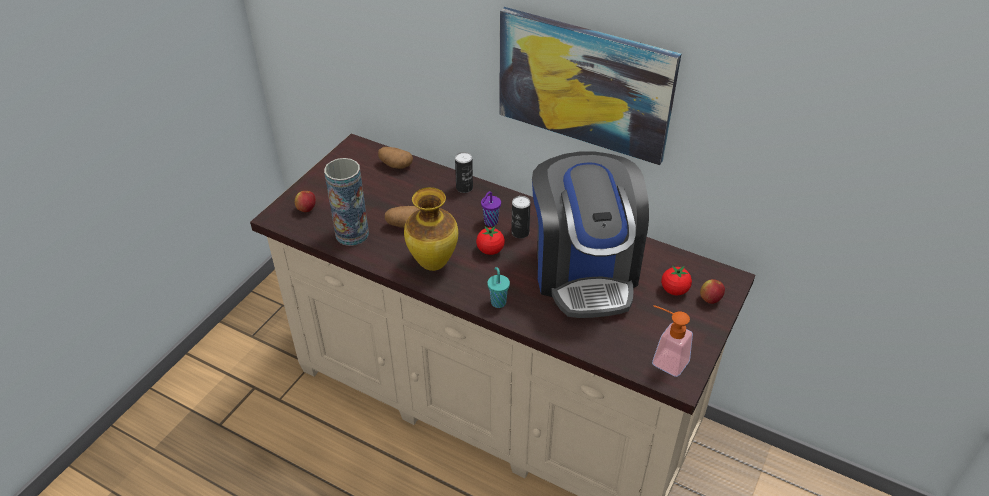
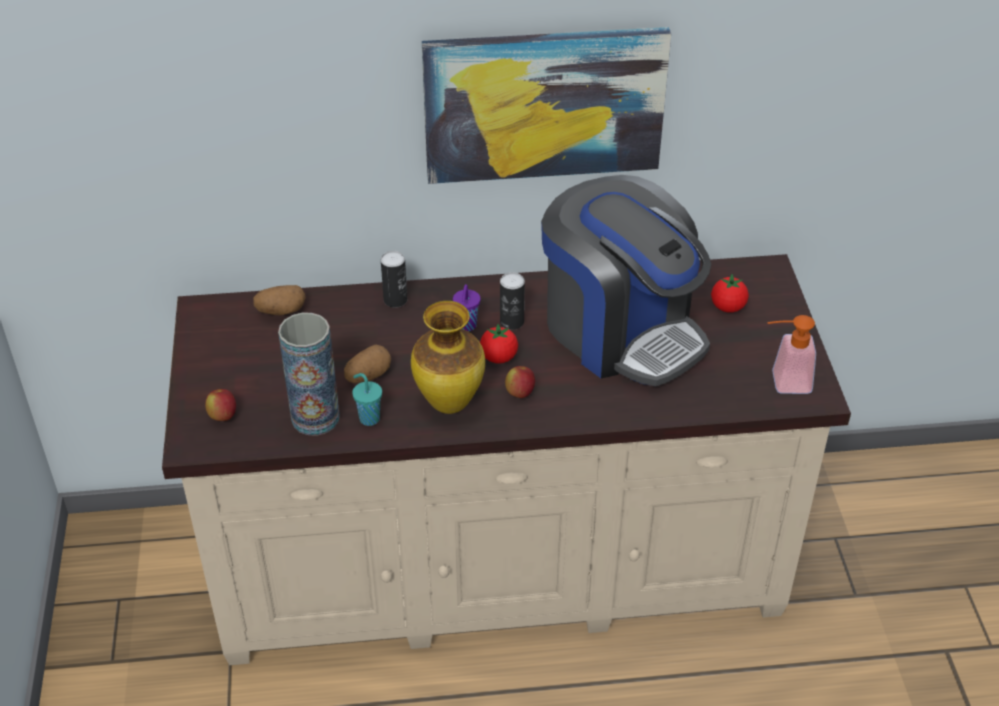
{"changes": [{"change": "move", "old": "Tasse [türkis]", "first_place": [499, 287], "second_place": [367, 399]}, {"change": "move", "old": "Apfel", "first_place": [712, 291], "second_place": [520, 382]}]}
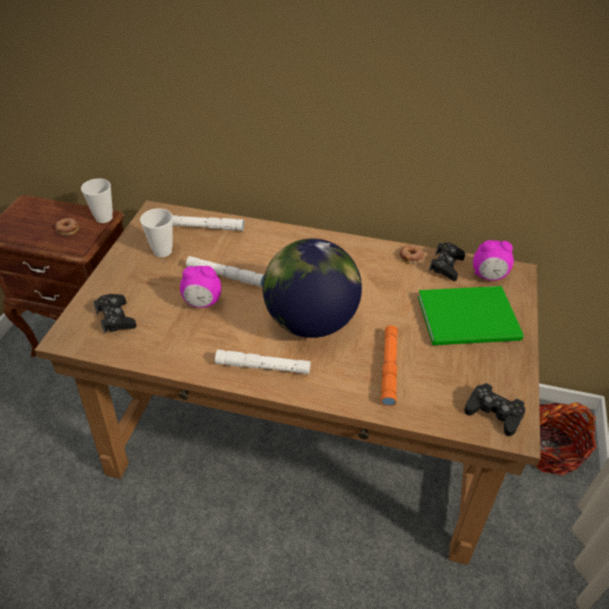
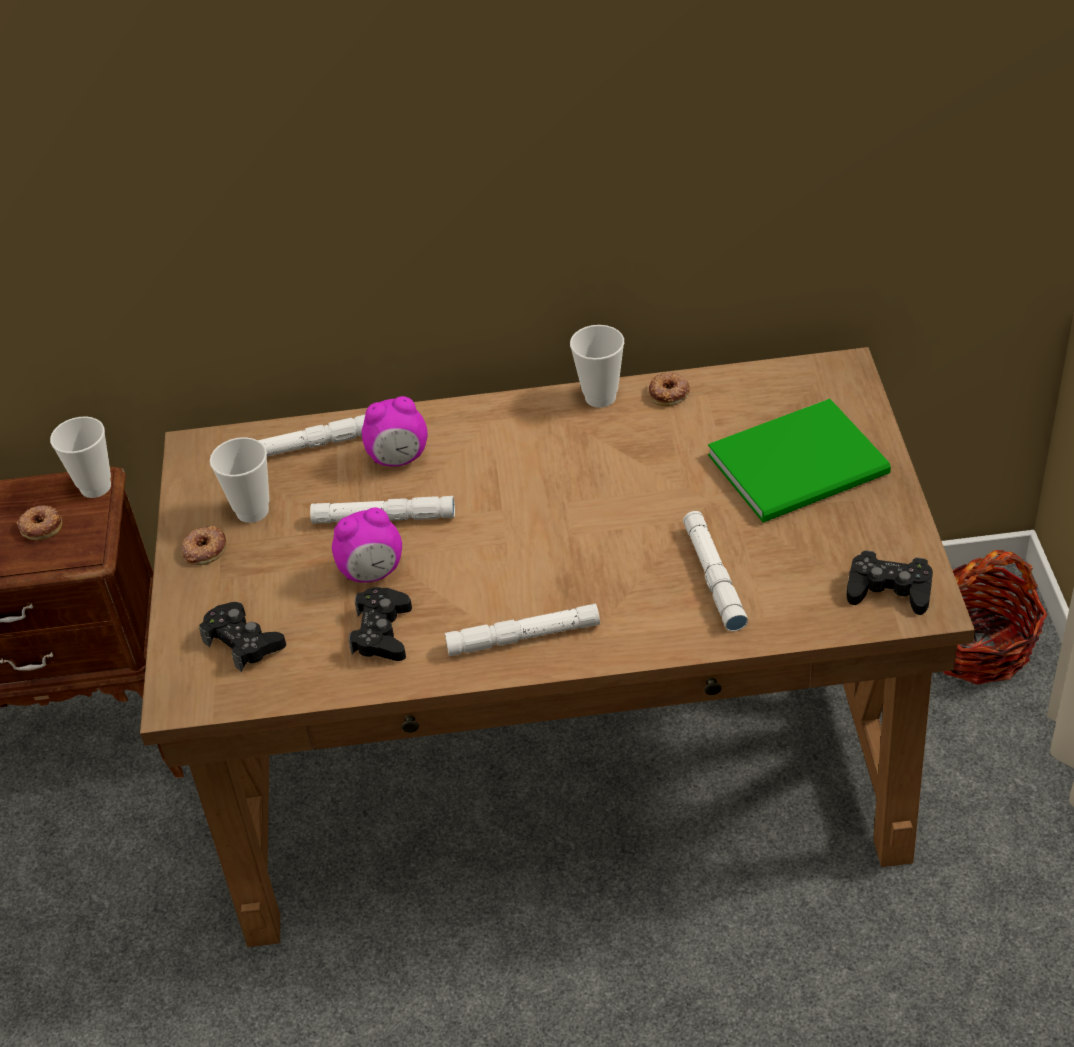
{"changes": [{"change": "insert", "new": "Donut", "second_place": [203, 545]}, {"change": "move", "old": "Gamepad [schwarz]", "first_place": [447, 262], "second_place": [380, 624]}, {"change": "move", "old": "Wecker", "first_place": [493, 260], "second_place": [395, 431]}, {"change": "insert", "new": "Tasse", "second_place": [597, 366]}, {"change": "recolor", "old": "Taschenlampe [orange]", "new": "Taschenlampe [weiß]", "first_place": [389, 365], "second_place": [715, 571]}, {"change": "delete", "old": "Globus", "first_place": [312, 288]}]}
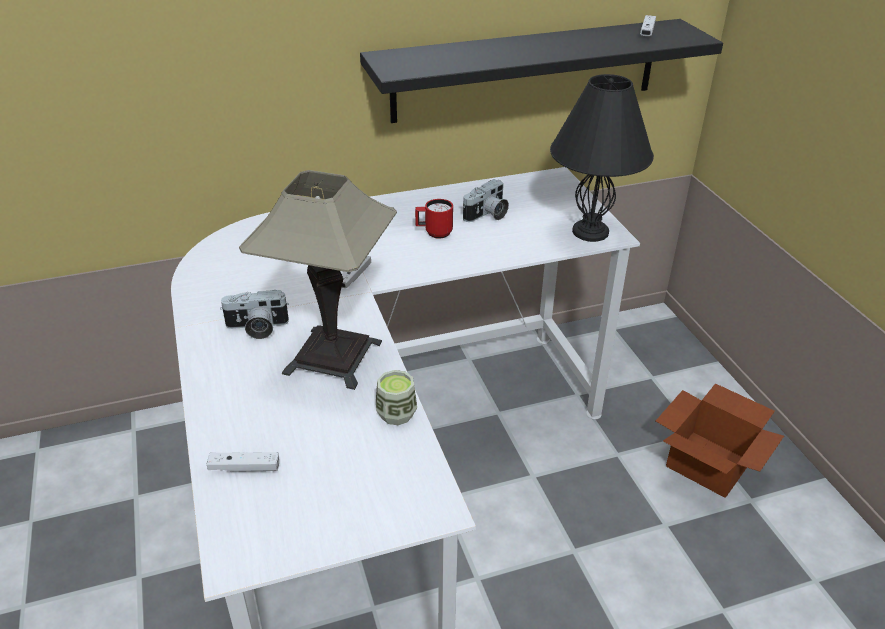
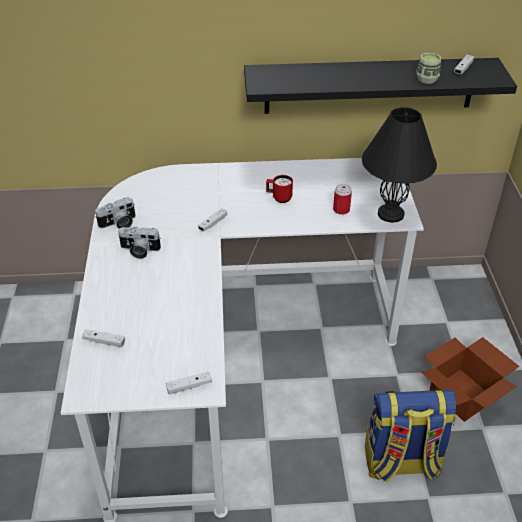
{"changes": [{"change": "move", "old": "Kamera", "first_place": [486, 200], "second_place": [115, 213]}, {"change": "insert", "new": "Gamepad [weiß]", "second_place": [189, 383]}, {"change": "insert", "new": "Dose", "second_place": [342, 199]}, {"change": "insert", "new": "Rucksack", "second_place": [410, 436]}, {"change": "move", "old": "Tasse", "first_place": [396, 397], "second_place": [429, 68]}, {"change": "delete", "old": "Tischlampe", "first_place": [318, 280]}]}
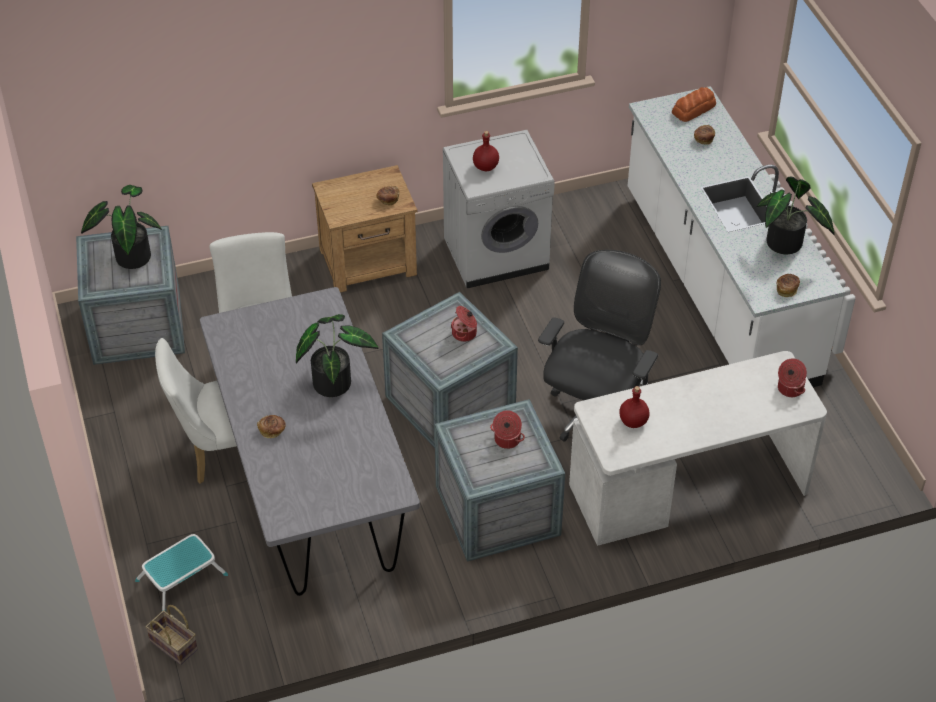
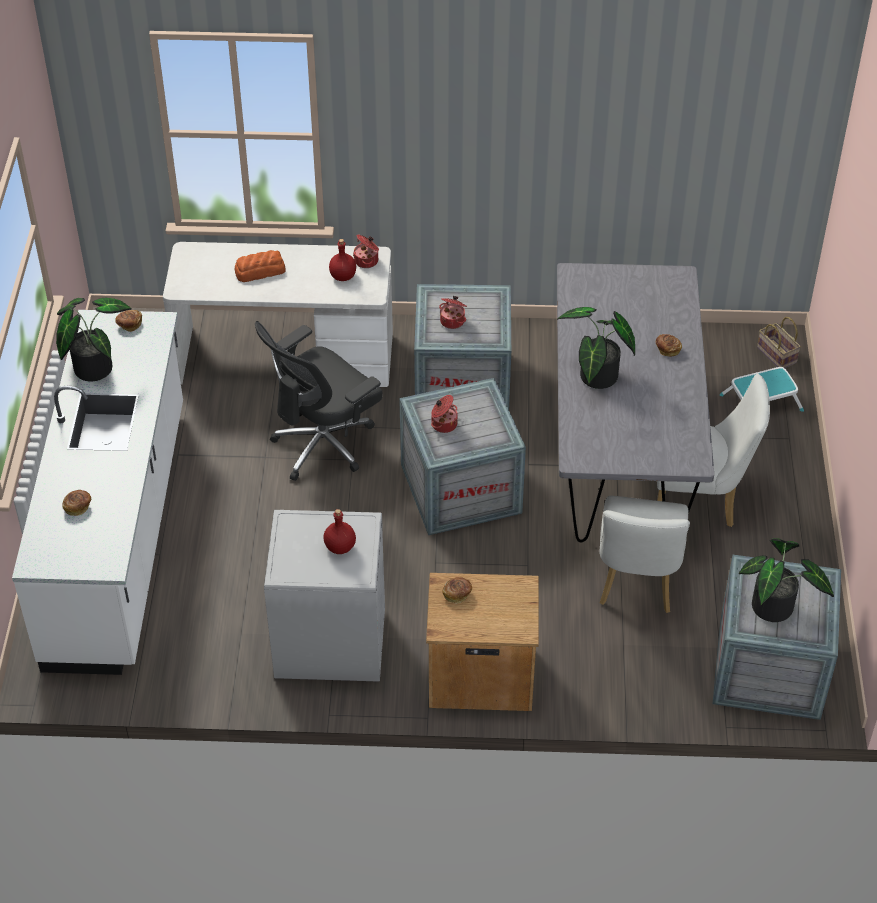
{"changes": [{"change": "move", "old": "Brot", "first_place": [694, 104], "second_place": [260, 266]}, {"change": "move", "old": "Kochtopf", "first_place": [792, 377], "second_place": [366, 251]}]}
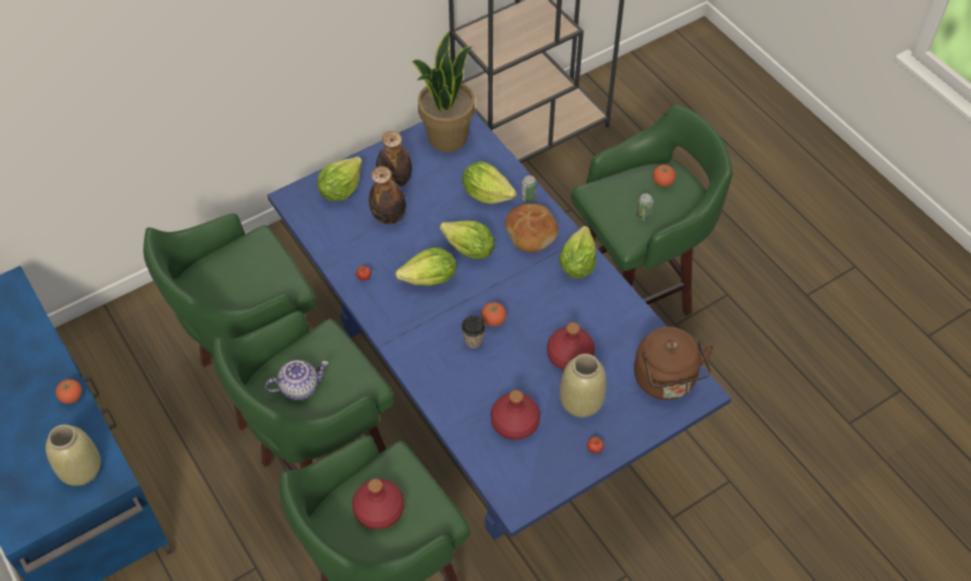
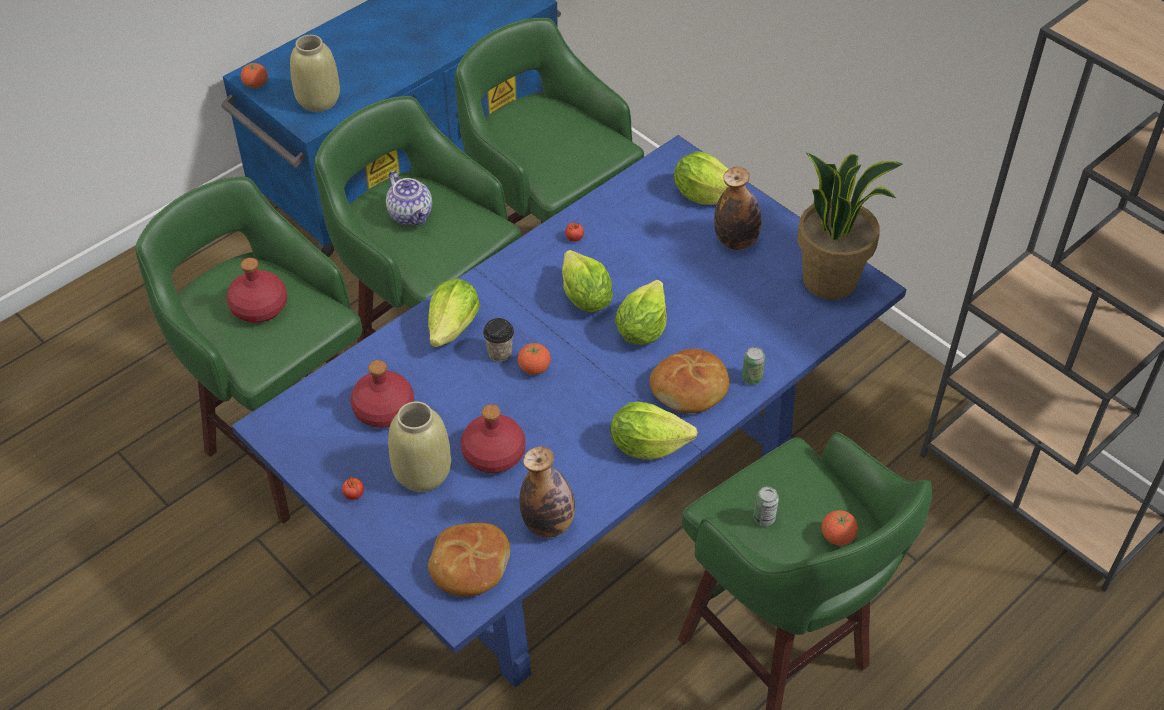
{"changes": [{"change": "move", "old": "Tomate", "first_place": [69, 391], "second_place": [254, 75]}, {"change": "move", "old": "Salatkopf", "first_place": [489, 182], "second_place": [454, 313]}, {"change": "replace", "old": "Wasserkessel [braun]", "new": "Brot", "first_place": [674, 363], "second_place": [469, 560]}, {"change": "move", "old": "Flasche", "first_place": [387, 195], "second_place": [547, 492]}]}
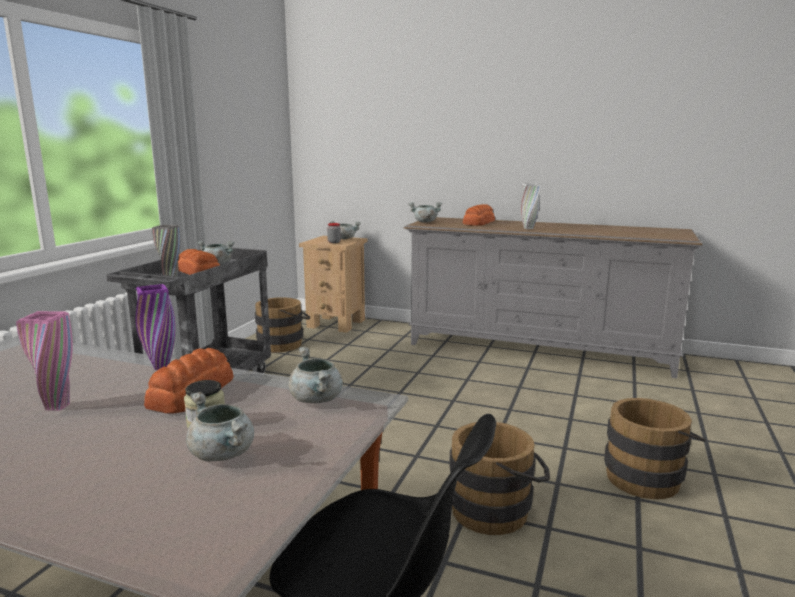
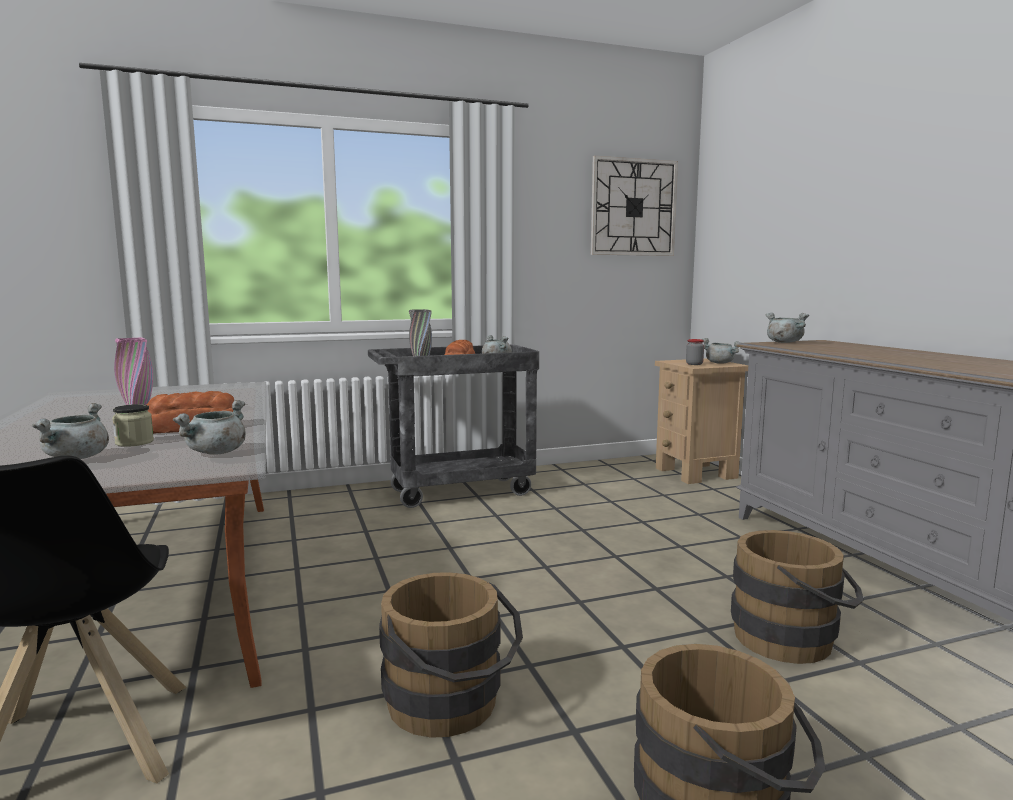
{"changes": [{"change": "insert", "new": "Wanduhr", "second_place": [634, 206]}, {"change": "move", "old": "Eimer [braun]", "first_place": [282, 324], "second_place": [797, 597]}, {"change": "delete", "old": "Vase [lila]", "first_place": [155, 327]}, {"change": "delete", "old": "Brot", "first_place": [479, 215]}, {"change": "delete", "old": "Vase [weiß]", "first_place": [530, 206]}]}
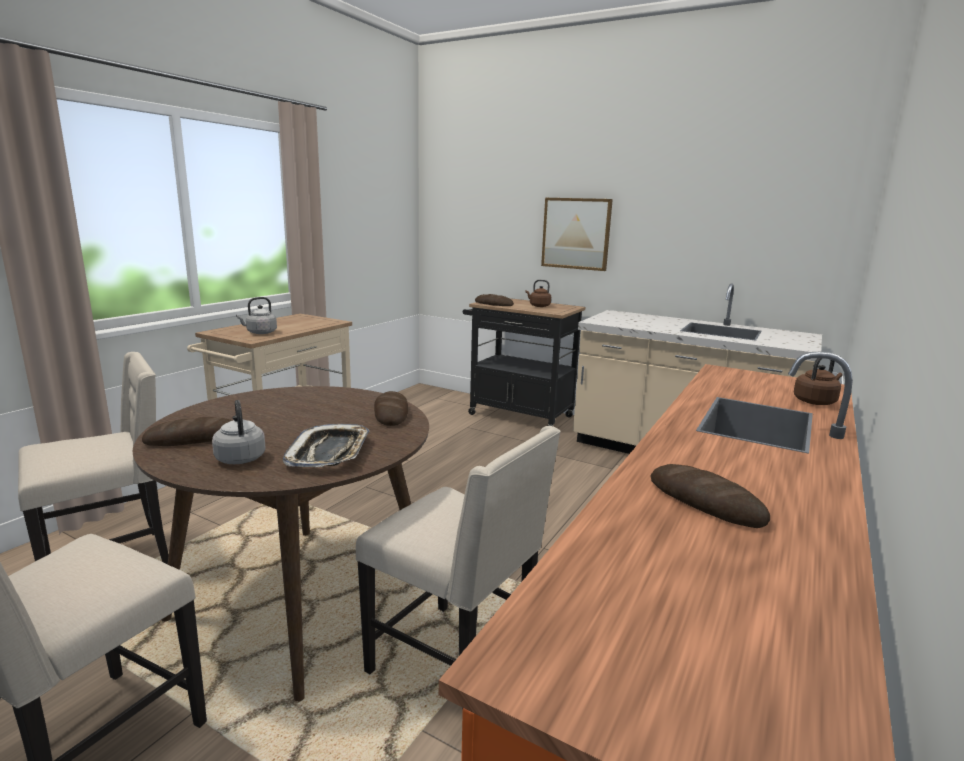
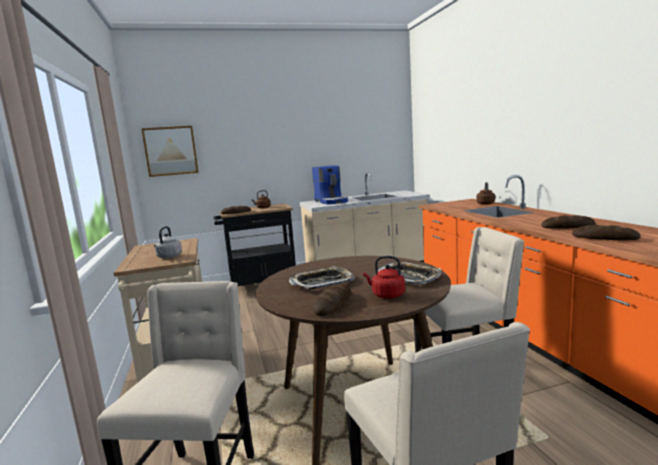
{"changes": [{"change": "move", "old": "Bild", "first_place": [577, 234], "second_place": [170, 151]}, {"change": "insert", "new": "Tablett", "second_place": [322, 277]}, {"change": "insert", "new": "Kaffeemaschine", "second_place": [330, 185]}, {"change": "recolor", "old": "Wasserkessel [grau]", "new": "Wasserkessel [rot]", "first_place": [238, 432], "second_place": [384, 277]}, {"change": "move", "old": "Brot", "first_place": [391, 408], "second_place": [606, 233]}]}
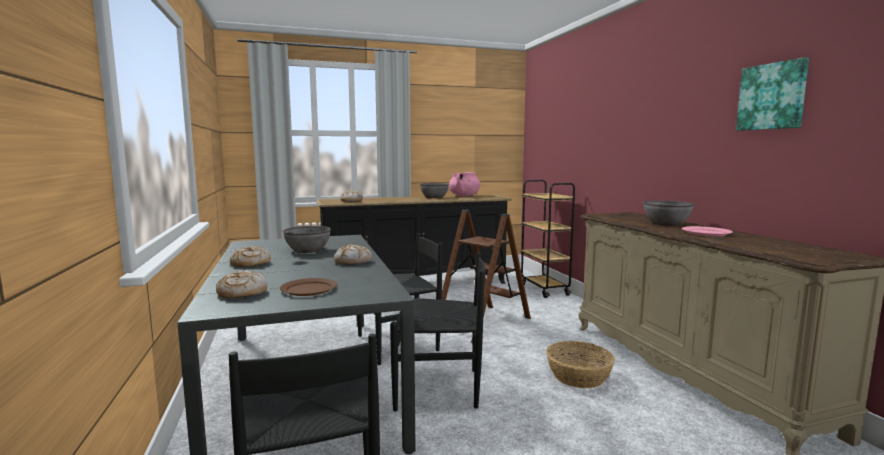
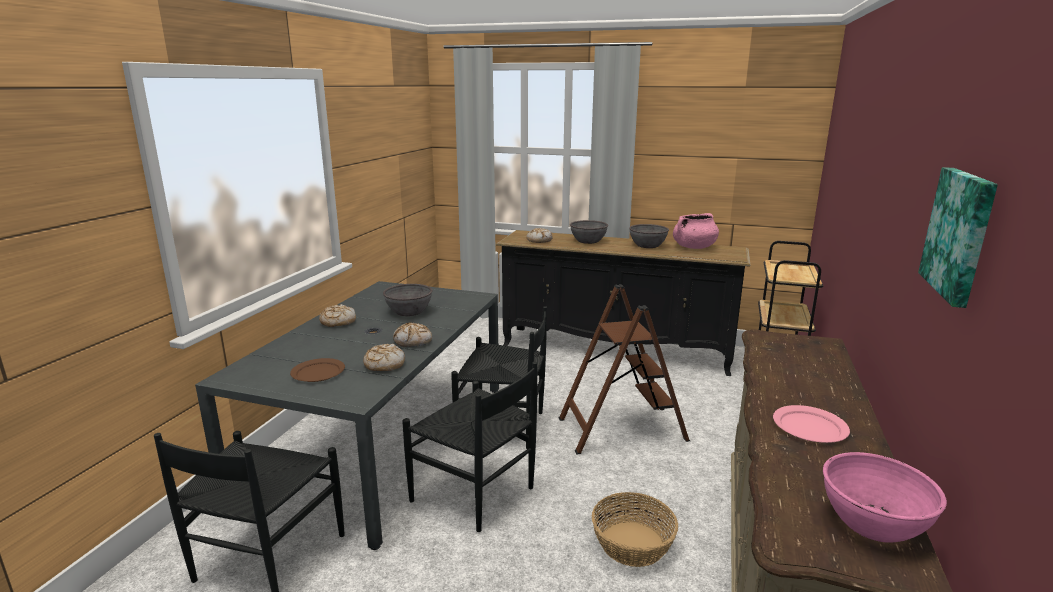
{"changes": [{"change": "move", "old": "Brot", "first_place": [241, 284], "second_place": [384, 357]}, {"change": "move", "old": "Schüssel [grau]", "first_place": [669, 213], "second_place": [589, 232]}, {"change": "insert", "new": "Schüssel [rosa]", "second_place": [885, 497]}]}
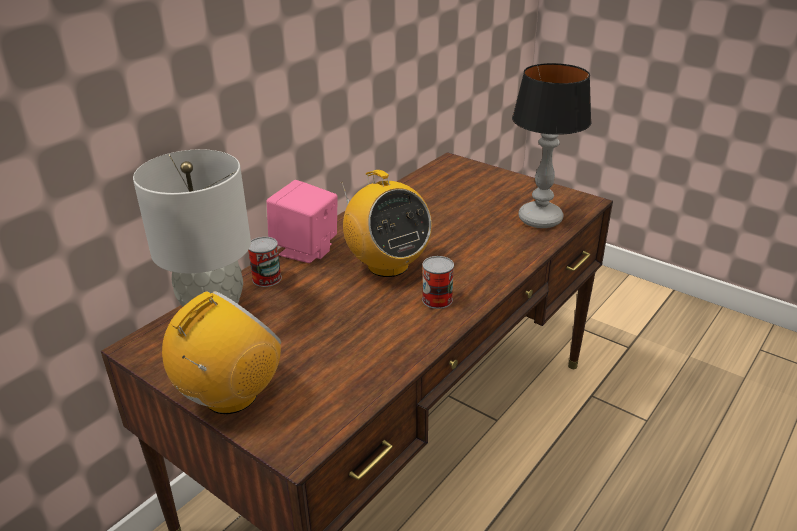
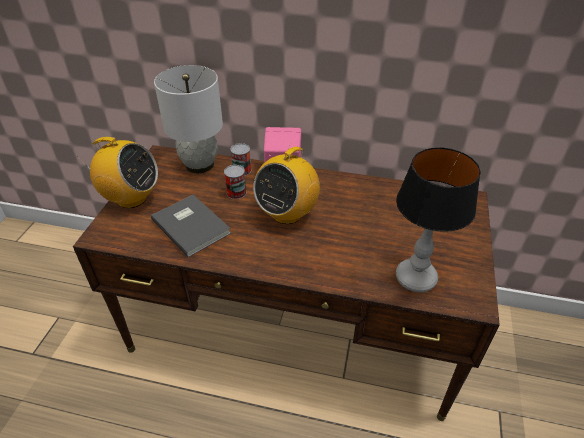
{"changes": [{"change": "insert", "new": "Buch [grau]", "second_place": [191, 226]}, {"change": "move", "old": "Dose", "first_place": [438, 282], "second_place": [235, 182]}]}
